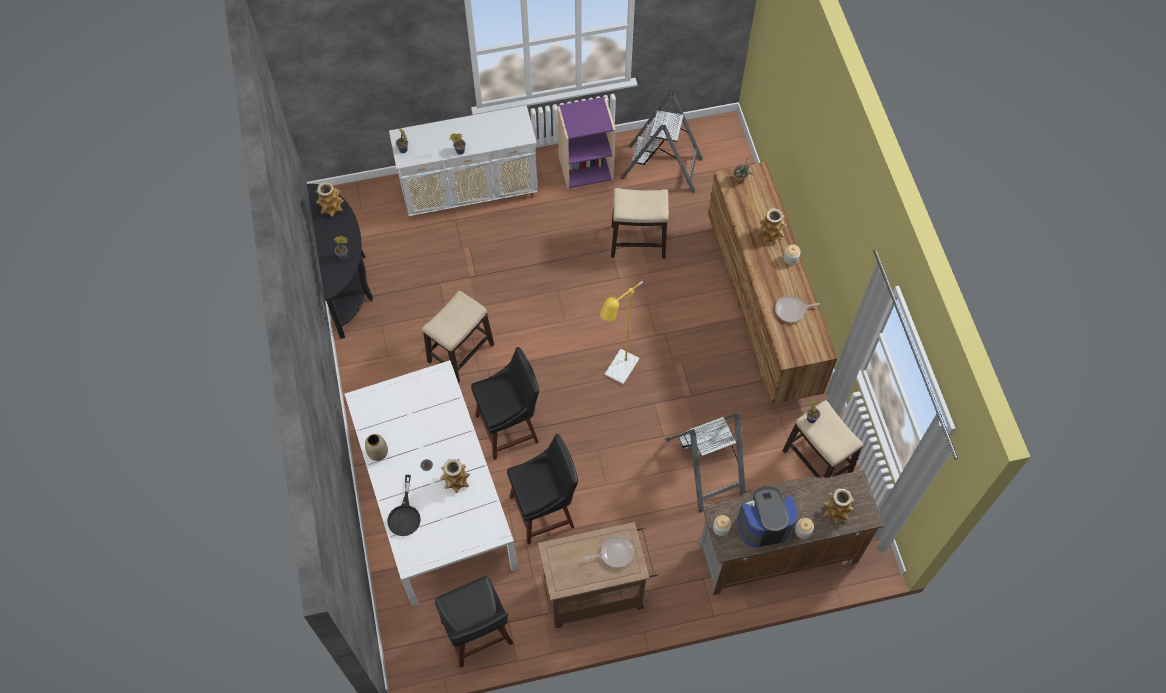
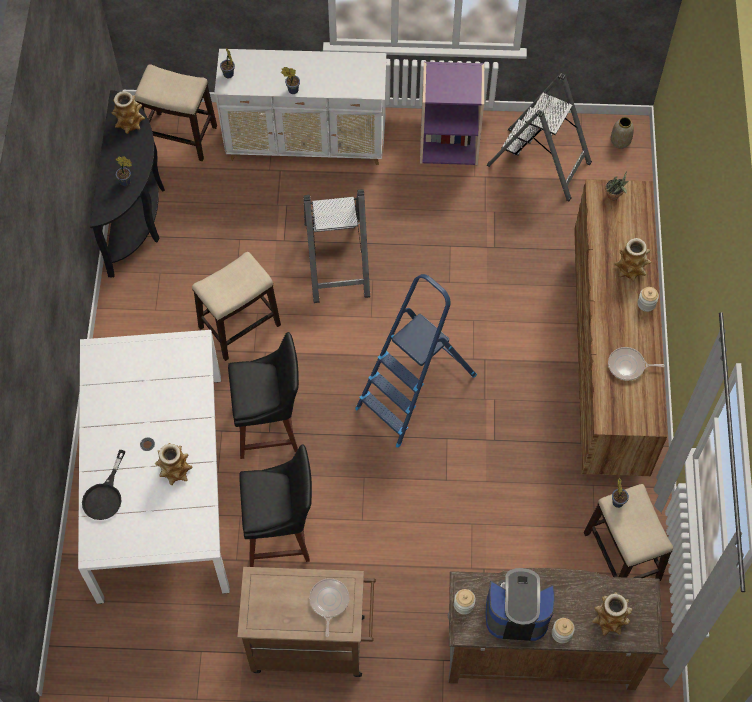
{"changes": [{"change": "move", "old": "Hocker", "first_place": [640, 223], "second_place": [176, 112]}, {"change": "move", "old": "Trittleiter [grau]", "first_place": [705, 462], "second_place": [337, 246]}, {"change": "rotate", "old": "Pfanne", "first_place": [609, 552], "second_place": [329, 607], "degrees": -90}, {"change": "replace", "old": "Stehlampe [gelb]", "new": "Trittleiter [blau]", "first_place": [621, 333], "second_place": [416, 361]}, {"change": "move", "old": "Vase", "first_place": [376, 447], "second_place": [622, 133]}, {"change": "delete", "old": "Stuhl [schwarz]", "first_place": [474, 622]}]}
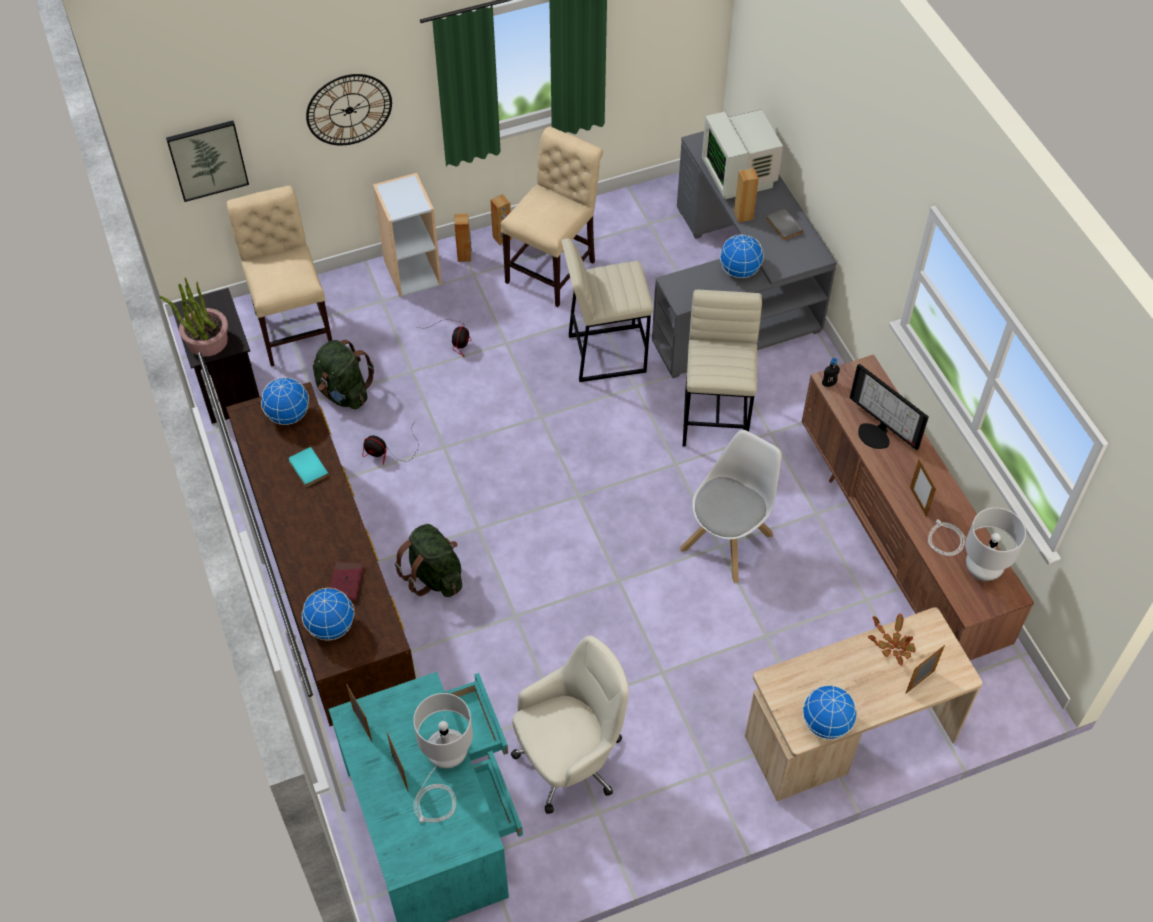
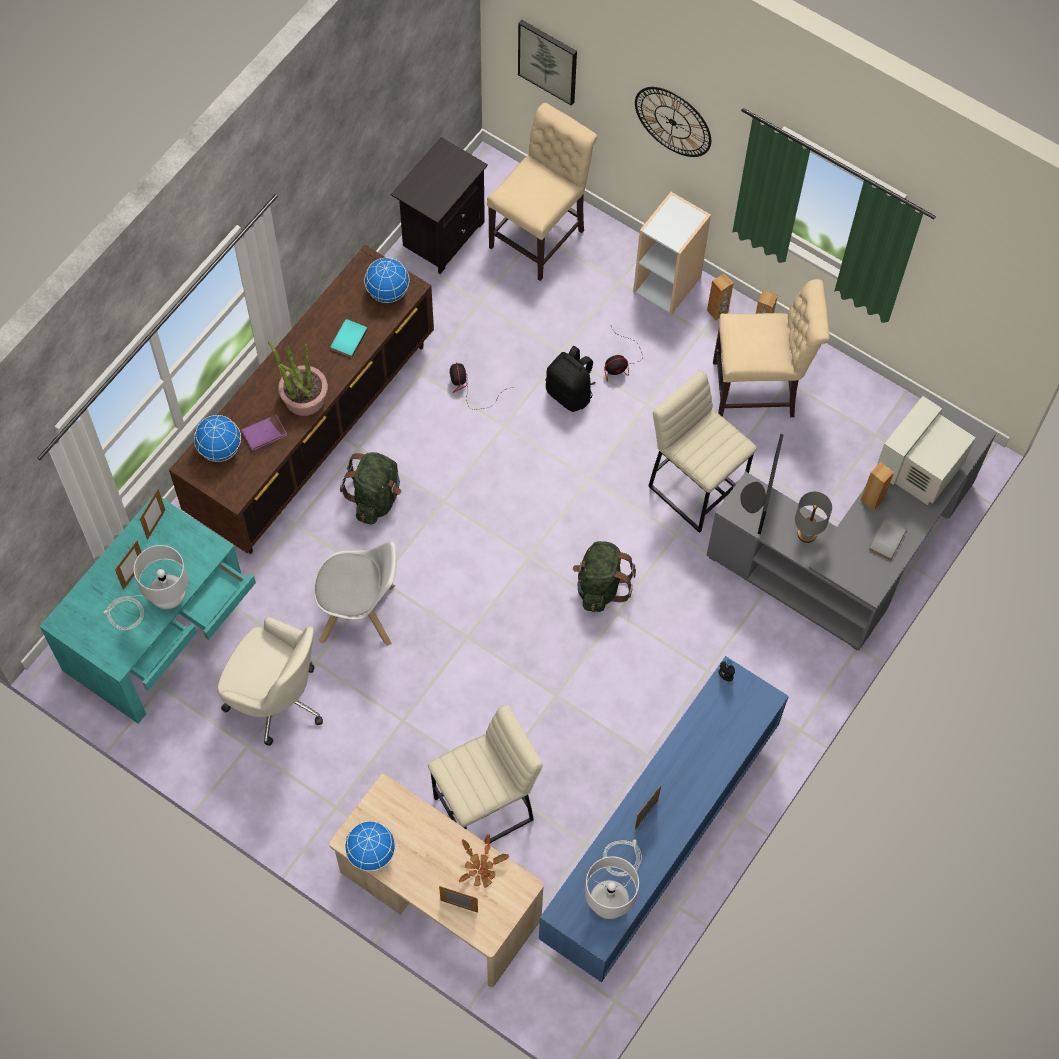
{"changes": [{"change": "recolor", "old": "Buch [rot]", "new": "Buch [lila]", "first_place": [346, 581], "second_place": [264, 433]}, {"change": "move", "old": "Topfpflanze", "first_place": [193, 317], "second_place": [298, 378]}, {"change": "move", "old": "Stuhl", "first_place": [731, 506], "second_place": [355, 593]}, {"change": "move", "old": "Hocker [beige]", "first_place": [722, 368], "second_place": [485, 773]}, {"change": "recolor", "old": "Schrank [braun]", "new": "Schrank [blau]", "first_place": [918, 507], "second_place": [664, 819]}, {"change": "insert", "new": "Rucksack [schwarz]", "second_place": [570, 379]}, {"change": "move", "old": "Rucksack [grün]", "first_place": [343, 375], "second_place": [604, 576]}, {"change": "move", "old": "Monitor", "first_place": [889, 407], "second_place": [762, 484]}, {"change": "replace", "old": "Globus", "new": "Tischlampe [grau]", "first_place": [742, 256], "second_place": [813, 517]}]}
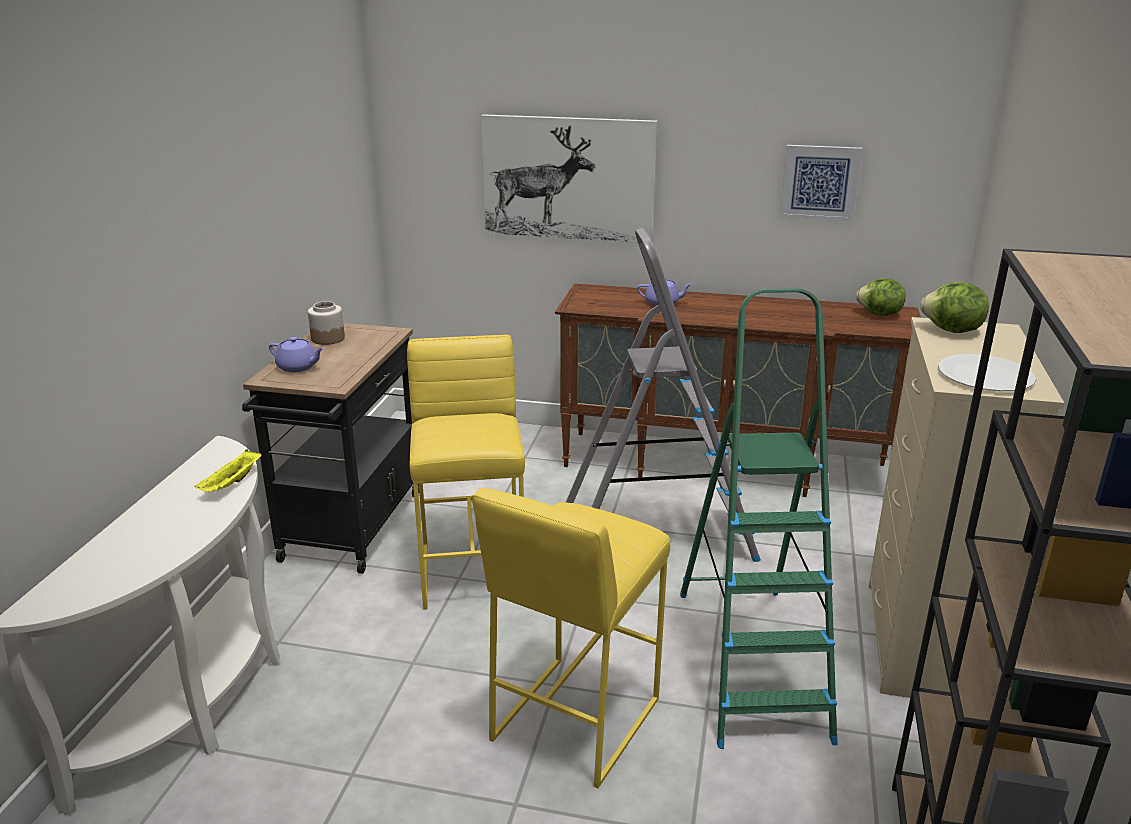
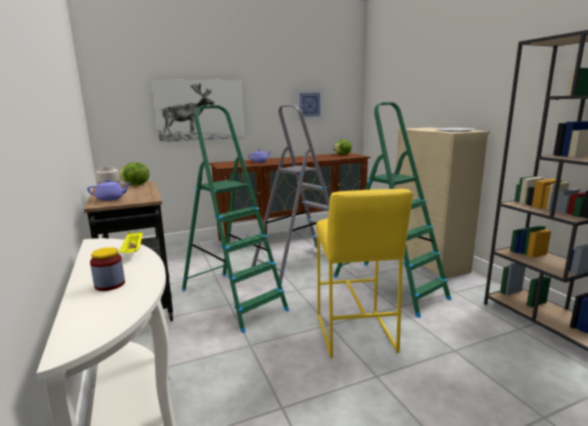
{"changes": [{"change": "insert", "new": "Vorratsglas", "second_place": [107, 269]}, {"change": "move", "old": "Salatkopf", "first_place": [954, 307], "second_place": [134, 173]}, {"change": "replace", "old": "Hocker [gelb]", "new": "Trittleiter [grün]", "first_place": [466, 472], "second_place": [235, 219]}]}
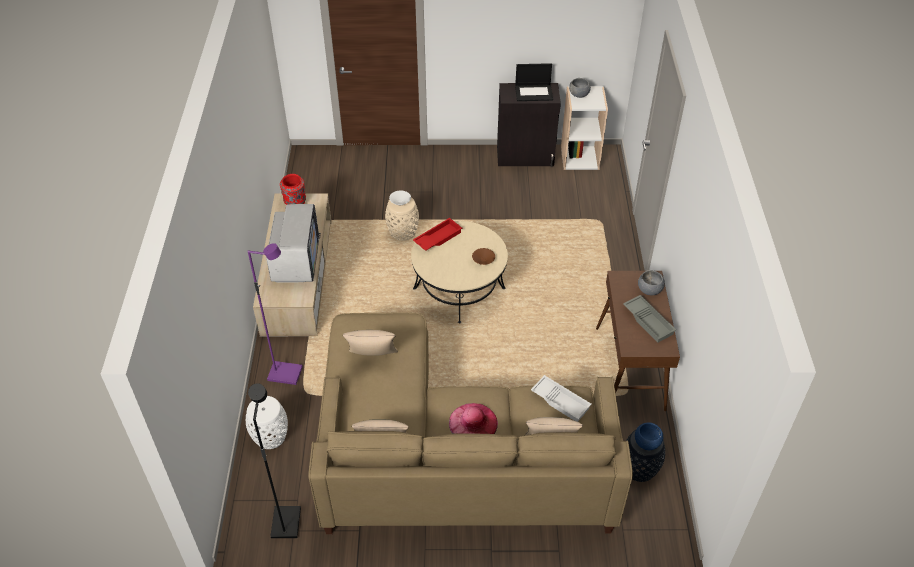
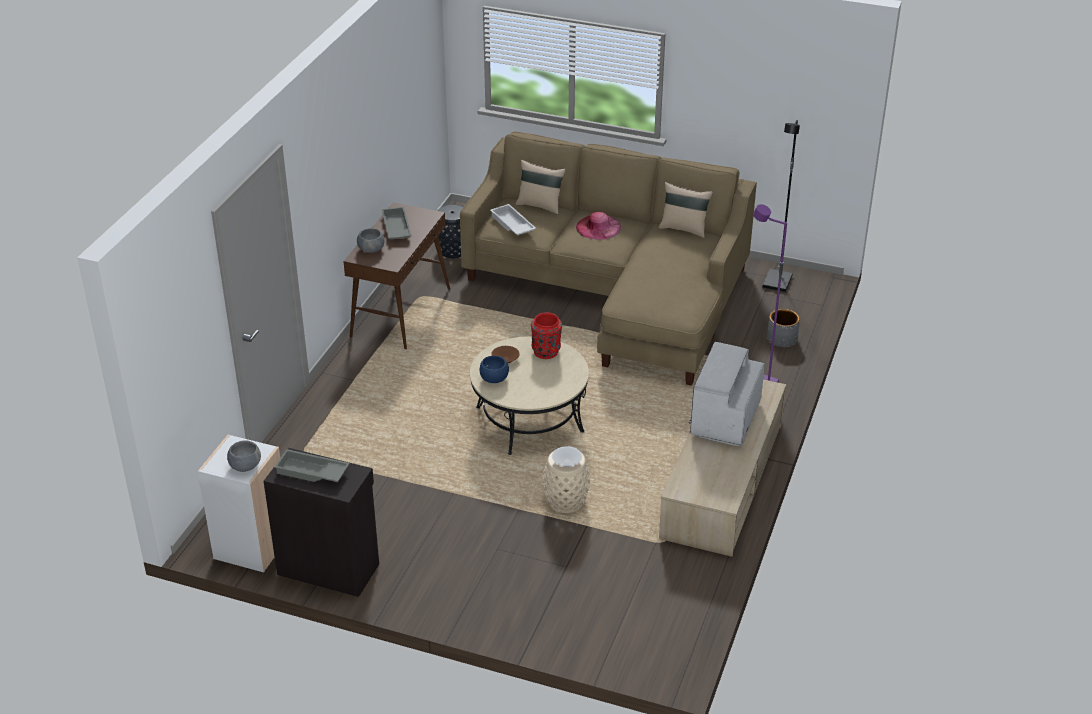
{"changes": [{"change": "replace", "old": "Laptop", "new": "Tablett [grau]", "first_place": [534, 82], "second_place": [312, 465]}, {"change": "move", "old": "Schüssel [blau]", "first_place": [649, 436], "second_place": [494, 369]}, {"change": "move", "old": "Vase [rot]", "first_place": [293, 189], "second_place": [546, 335]}, {"change": "replace", "old": "Hocker [weiß]", "new": "Pflanzkübel [grau]", "first_place": [267, 422], "second_place": [783, 328]}, {"change": "delete", "old": "Kissen [beige]", "first_place": [370, 343]}, {"change": "delete", "old": "Tablett [rot]", "first_place": [437, 234]}]}
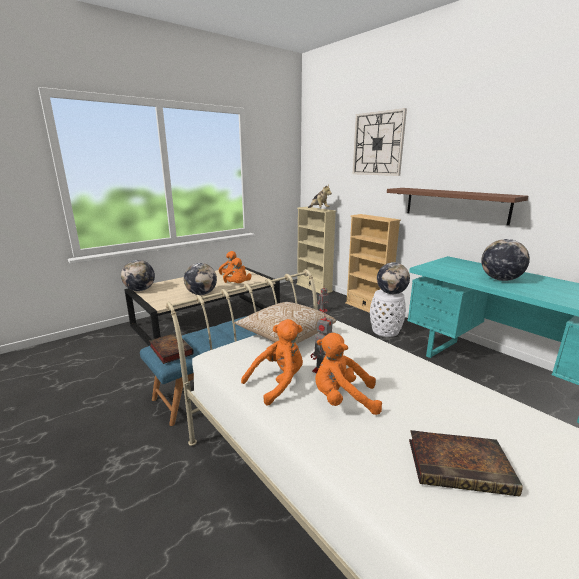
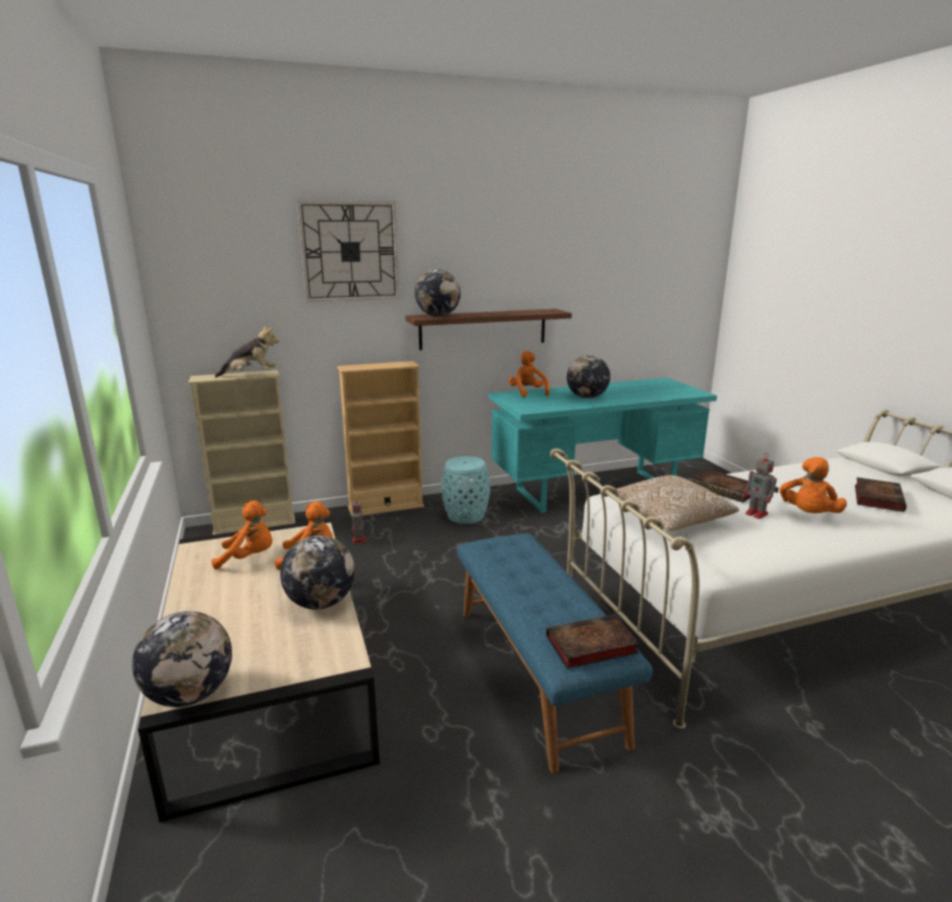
{"changes": [{"change": "move", "old": "Globus", "first_place": [393, 278], "second_place": [438, 293]}, {"change": "recolor", "old": "Hocker [weiß]", "new": "Hocker [türkis]", "first_place": [388, 313], "second_place": [465, 490]}, {"change": "move", "old": "Plüschtier [orange]", "first_place": [272, 362], "second_place": [529, 374]}, {"change": "insert", "new": "Buch", "second_place": [720, 486]}]}
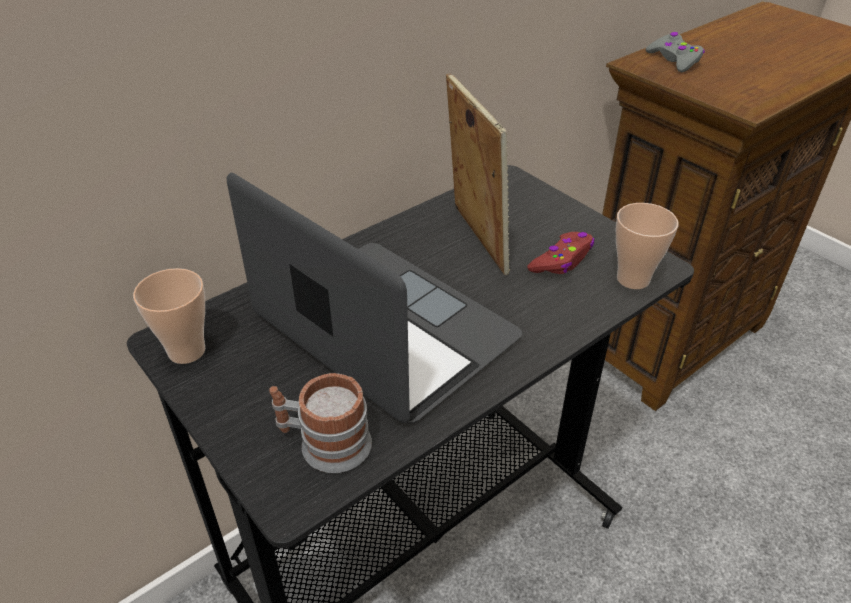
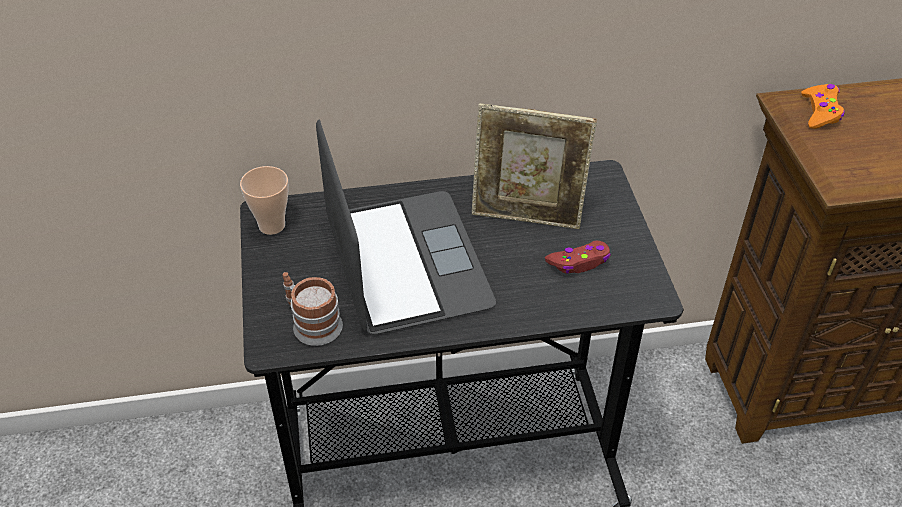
{"changes": [{"change": "rotate", "old": "Bilderrahmen", "first_place": [478, 174], "second_place": [534, 166], "degrees": 90}, {"change": "recolor", "old": "Gamepad [grau]", "new": "Gamepad [orange]", "first_place": [675, 52], "second_place": [823, 106]}, {"change": "delete", "old": "Tasse", "first_place": [647, 246]}]}
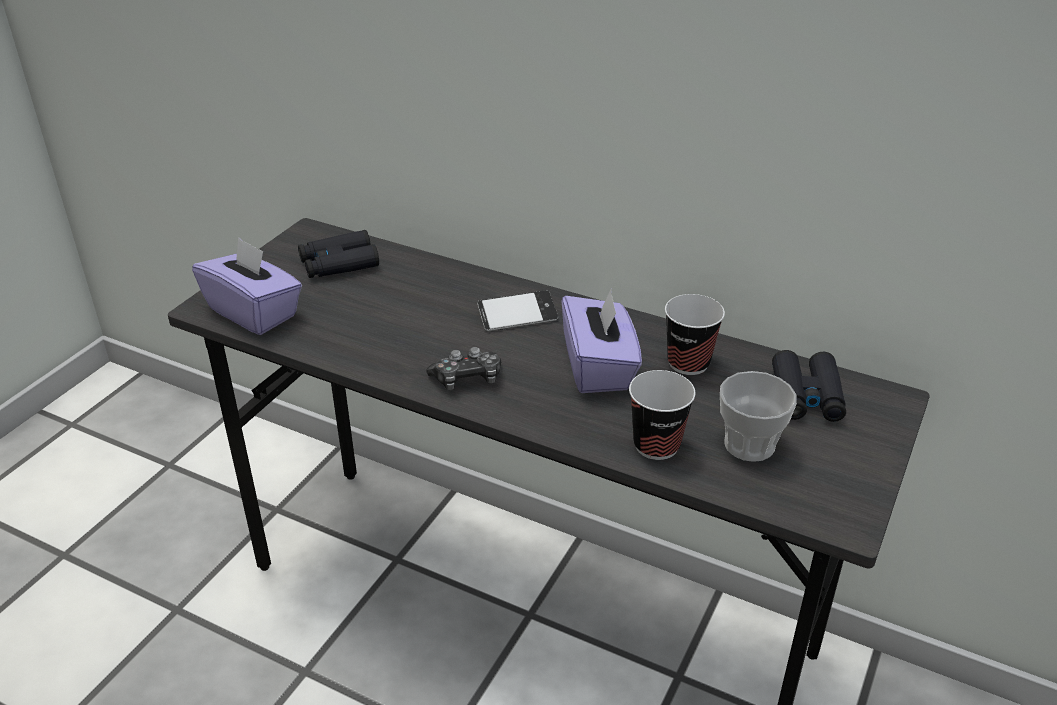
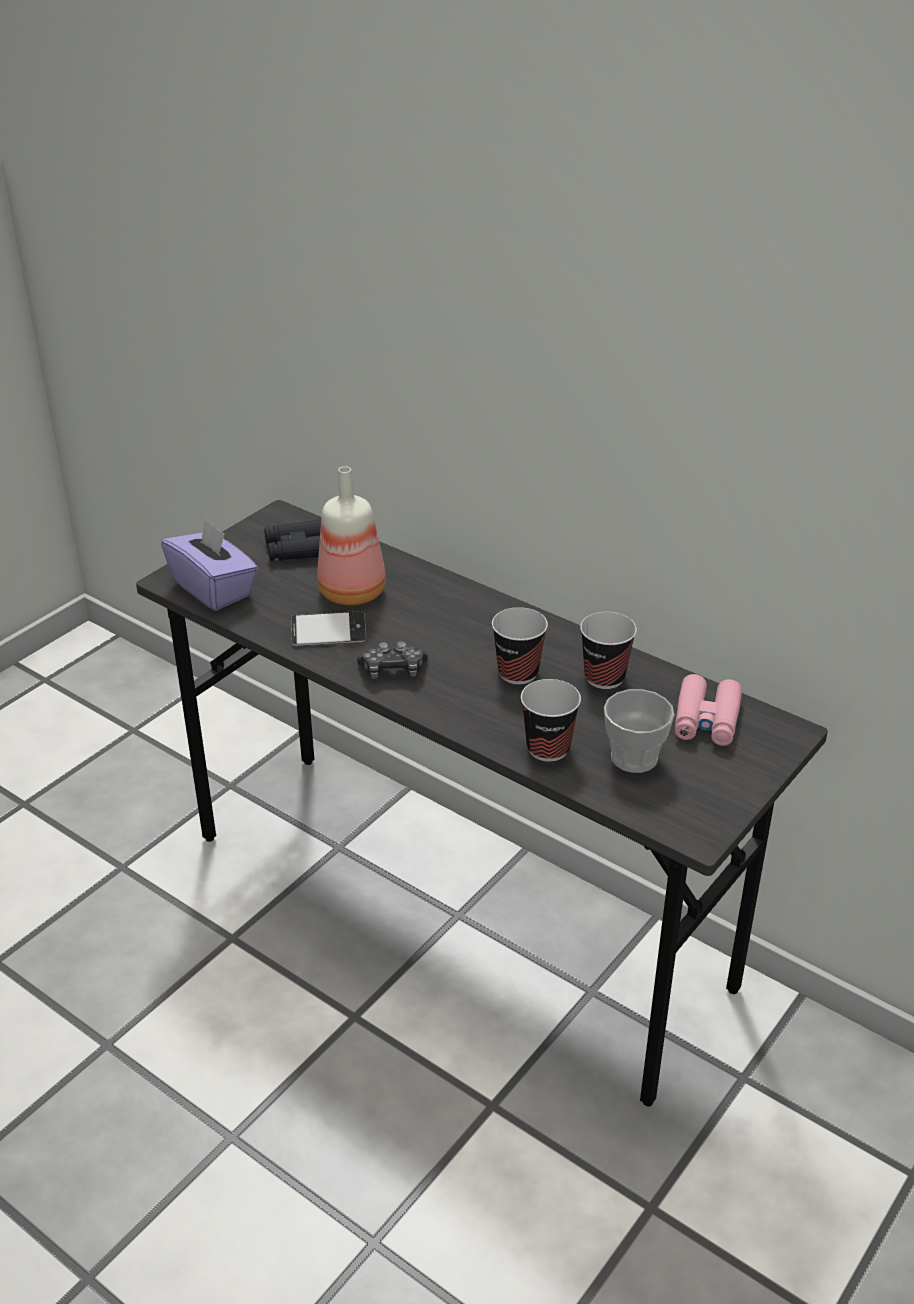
{"changes": [{"change": "move", "old": "Handy", "first_place": [517, 311], "second_place": [328, 628]}, {"change": "insert", "new": "Flasche", "second_place": [351, 535]}, {"change": "replace", "old": "Taschentuchbox [lila]", "new": "Tasse", "first_place": [601, 341], "second_place": [520, 645]}, {"change": "recolor", "old": "Fernglas [schwarz]", "new": "Fernglas [rosa]", "first_place": [809, 386], "second_place": [708, 710]}]}
